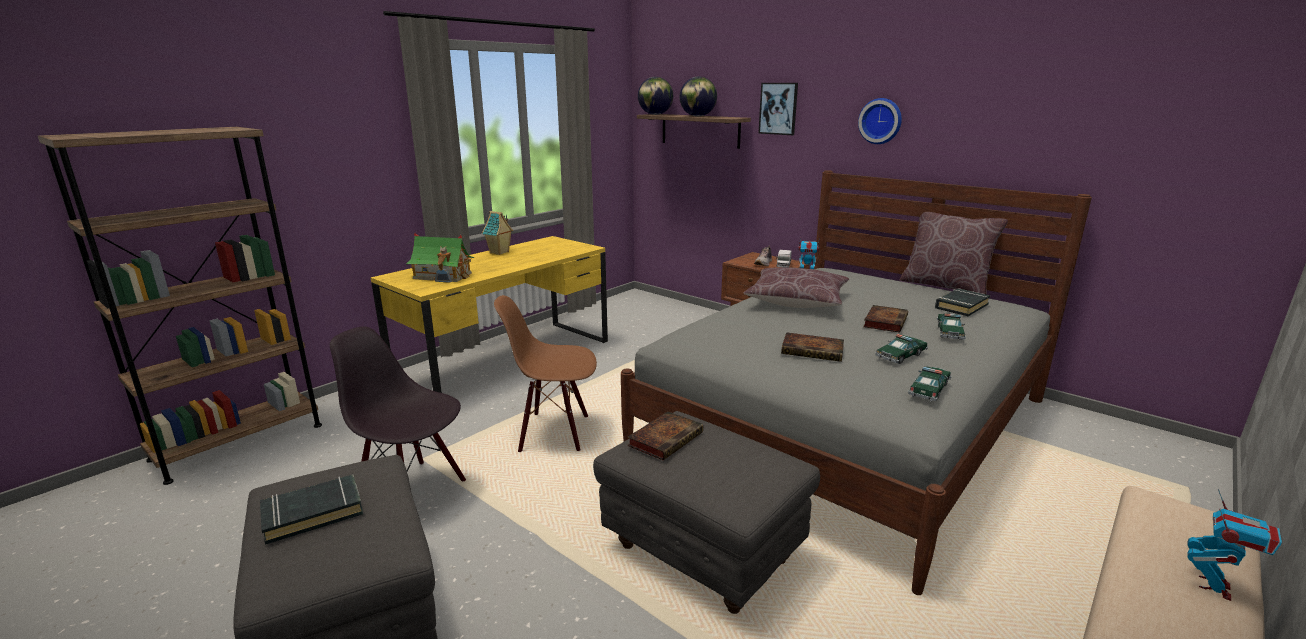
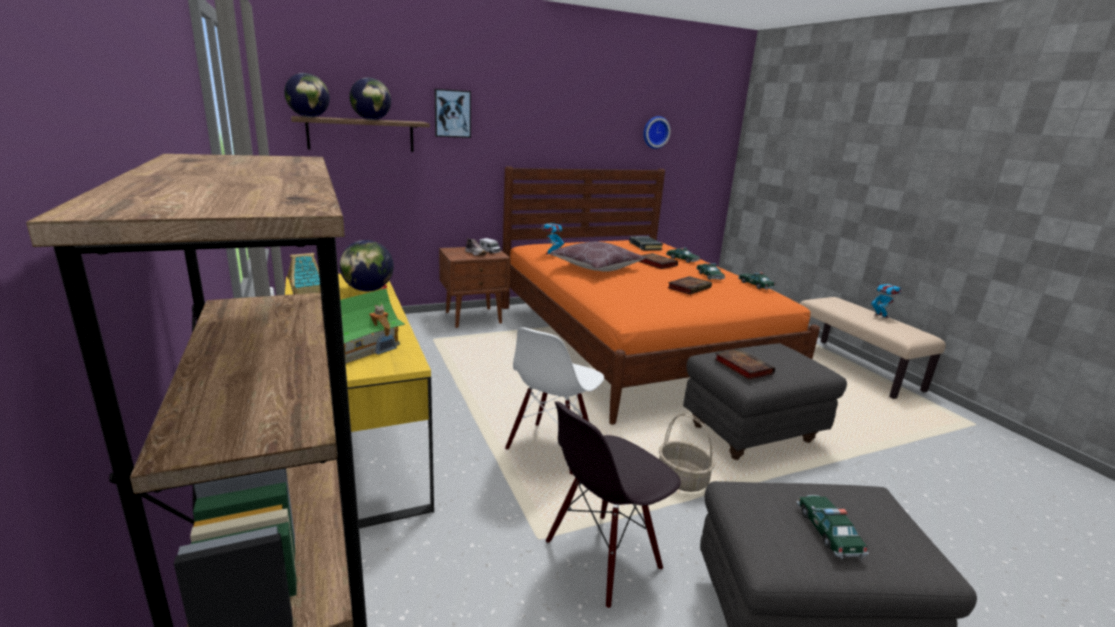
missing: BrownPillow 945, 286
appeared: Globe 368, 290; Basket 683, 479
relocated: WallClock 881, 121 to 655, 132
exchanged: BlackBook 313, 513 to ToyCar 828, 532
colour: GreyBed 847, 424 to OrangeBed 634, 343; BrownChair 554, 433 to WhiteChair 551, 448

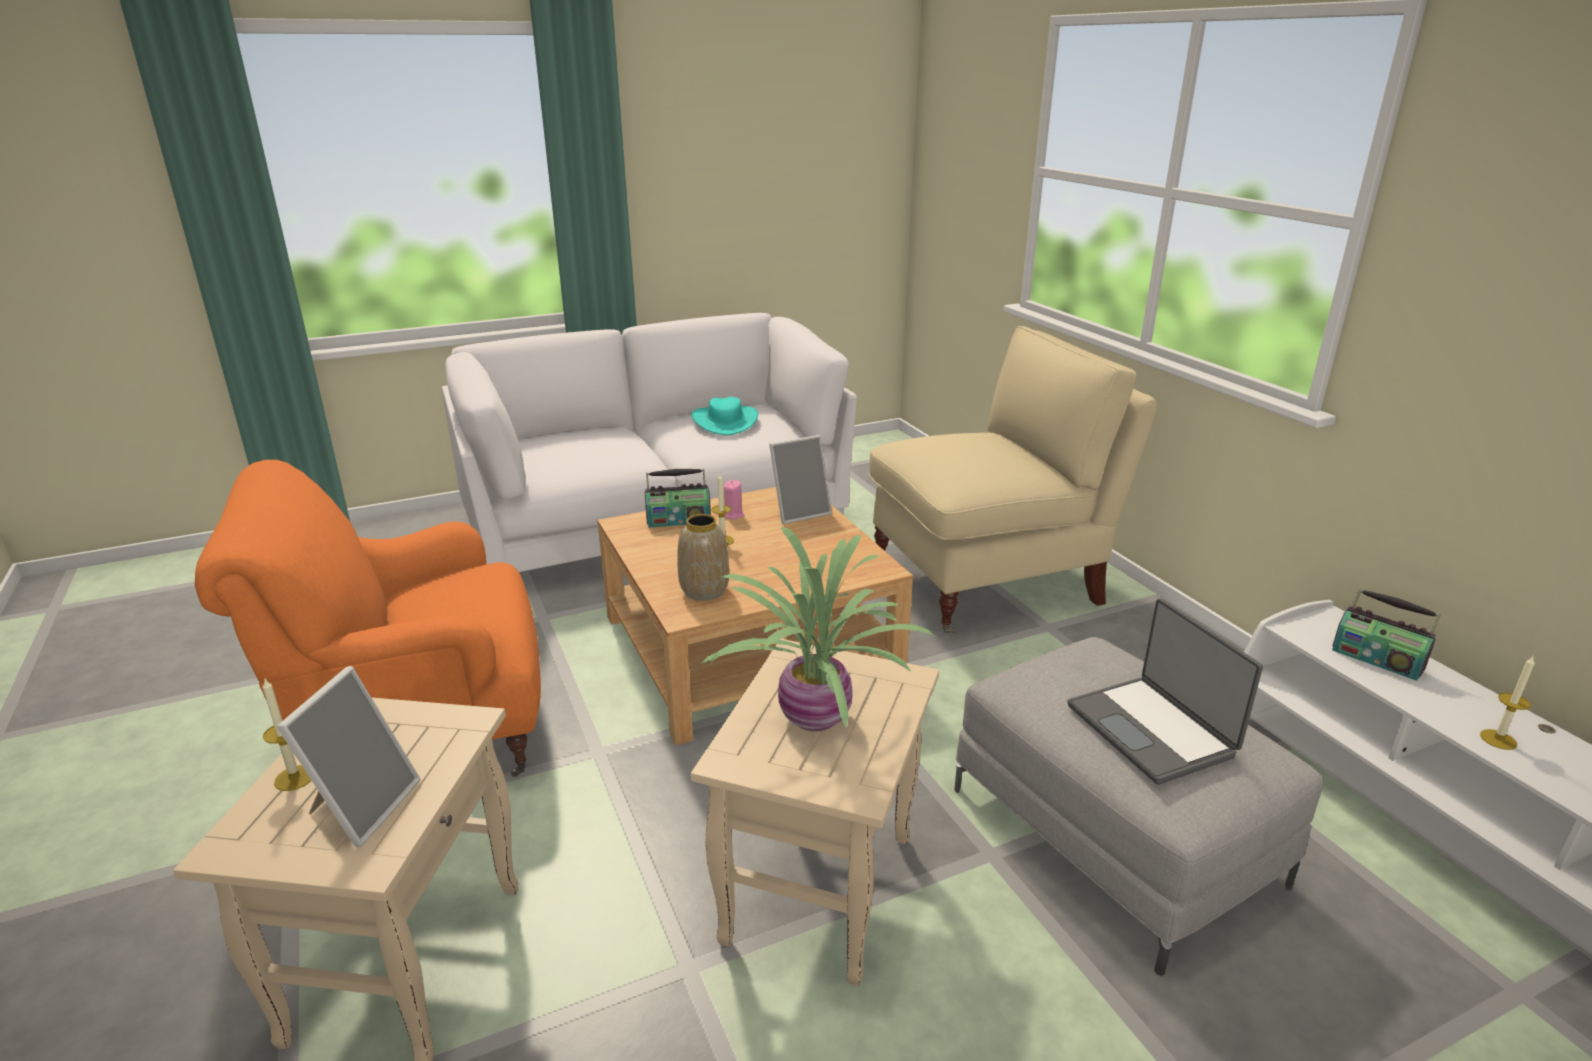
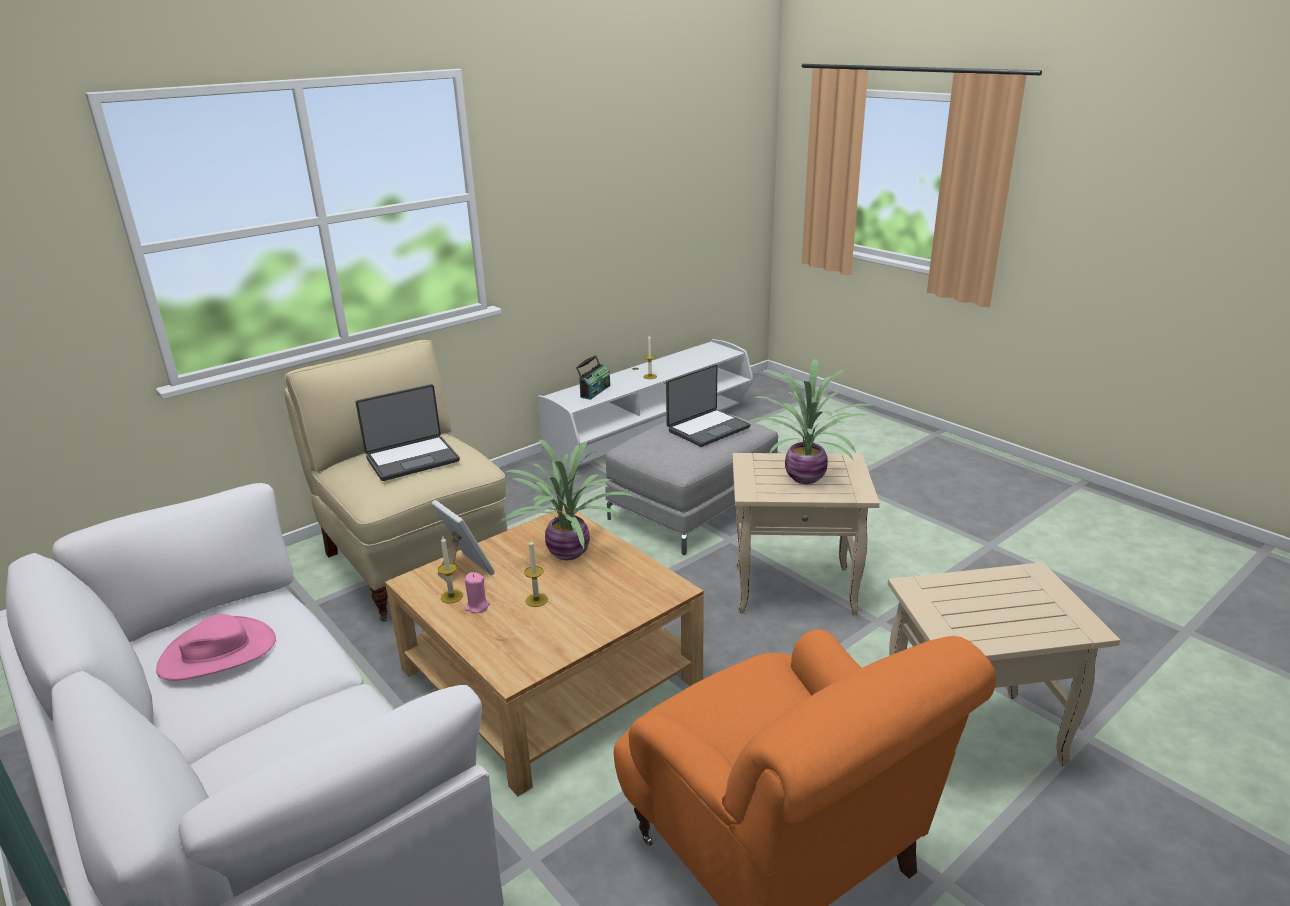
missing: PictureFrame 362, 806; Radio 678, 520; Vase 703, 591
appeared: Laptop 412, 459; PottedPlant 568, 554
relocated: Candle 295, 778 to 451, 596
colour: TurquoiseHat 725, 421 to PinkHat 217, 653

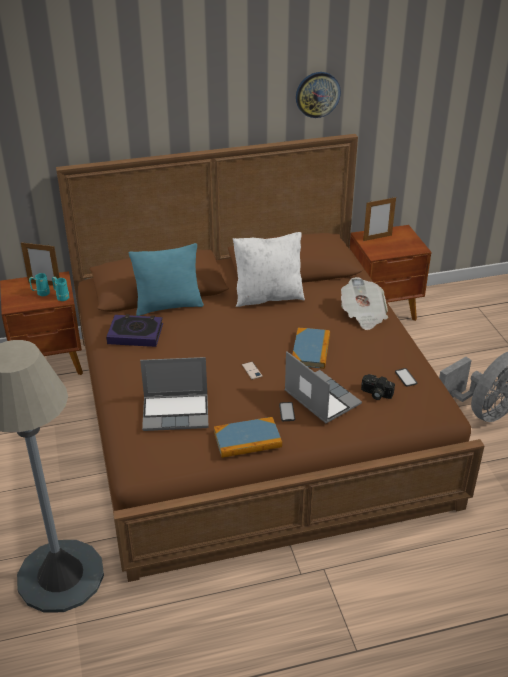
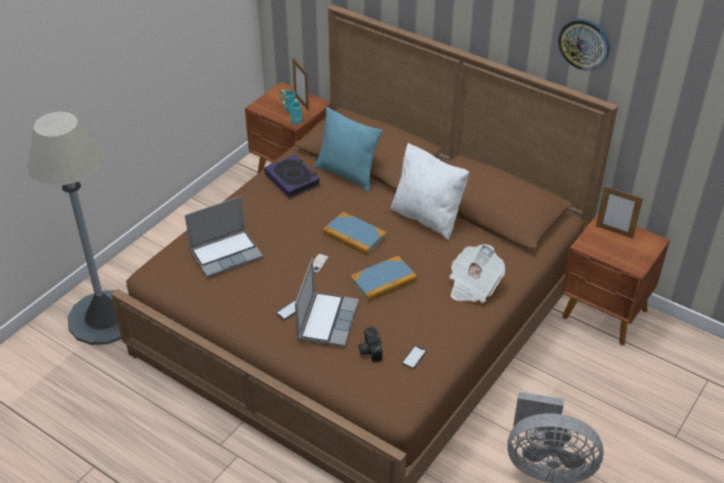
relocated: Book 247, 440 to 354, 236
spun: Laptop 176, 412 = 226, 253 75 degrees counterclockwise

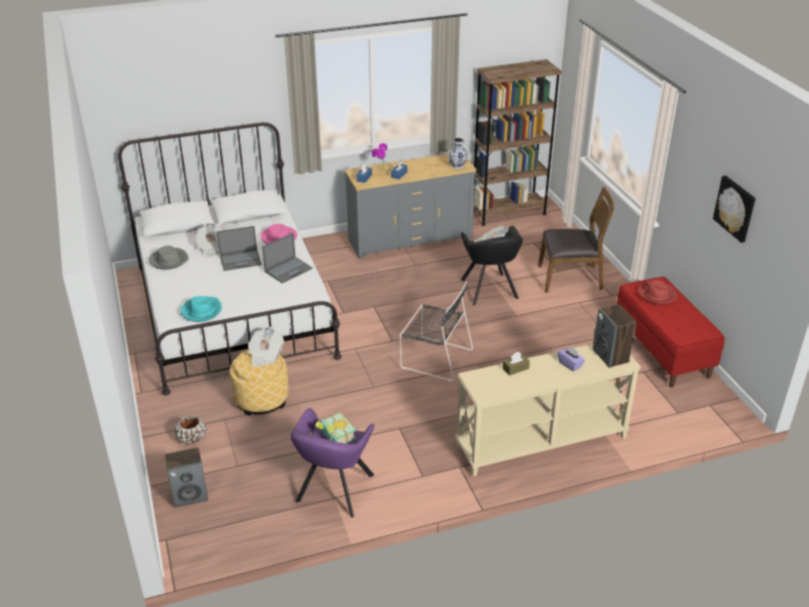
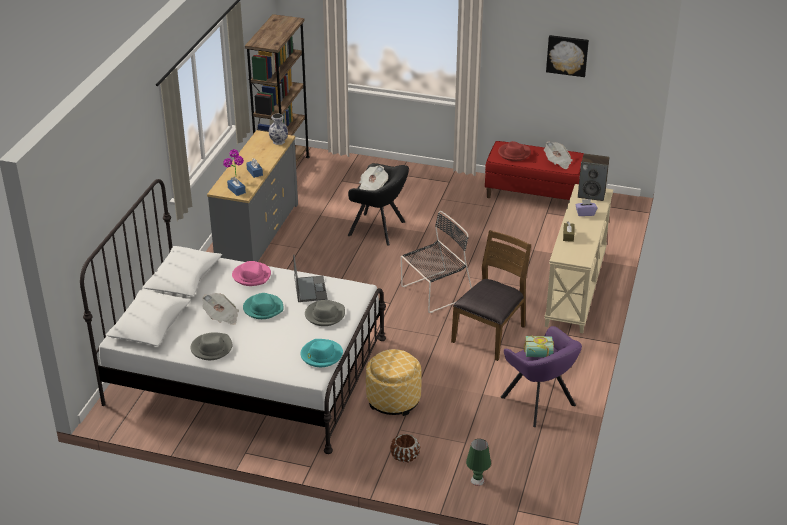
appeared: GreyHat 325, 315
relocated: BrownChair 570, 278 to 490, 334; Newspaper 265, 355 to 557, 162
exchanged: Laptop 241, 260 to TurquoiseHat 263, 308; Speaker 190, 495 to GreenTableLamp 477, 480

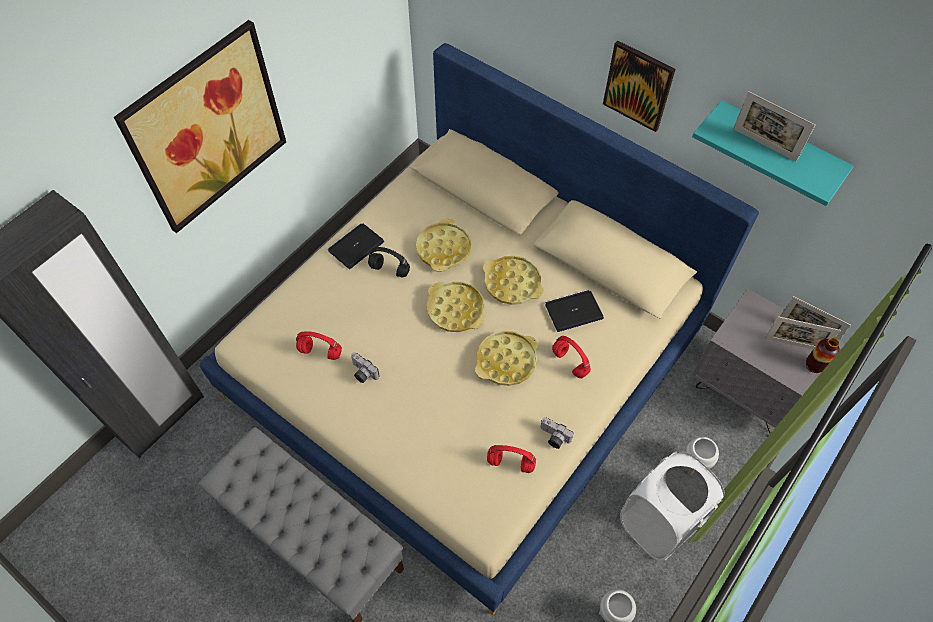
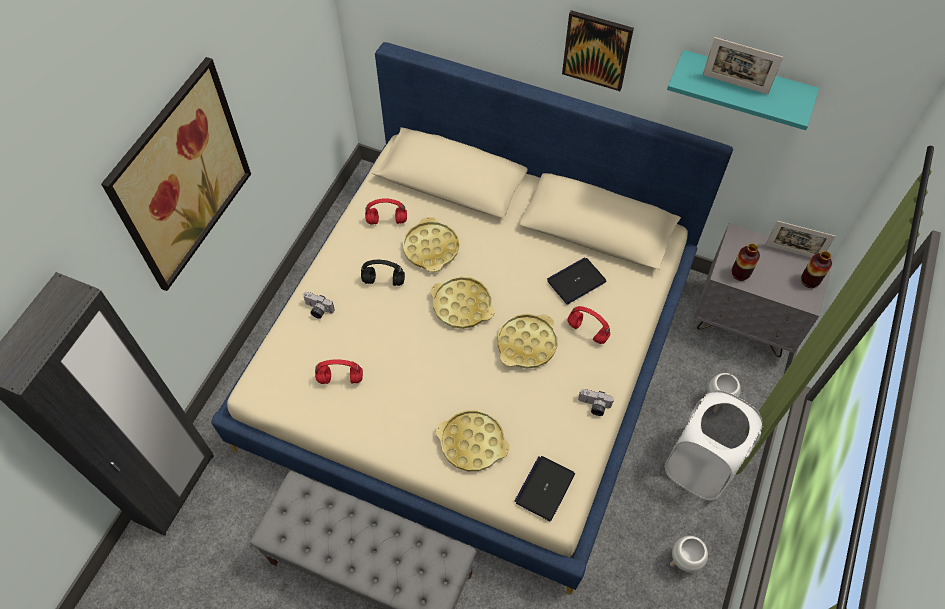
missing: PictureFrame 793, 344
appeared: Vase 740, 274
relocated: PhotoCamera 362, 373 to 317, 310; RedHeadphones 511, 463 to 387, 220; YellowTray 512, 283 to 472, 443; Laptop 356, 246 to 545, 488

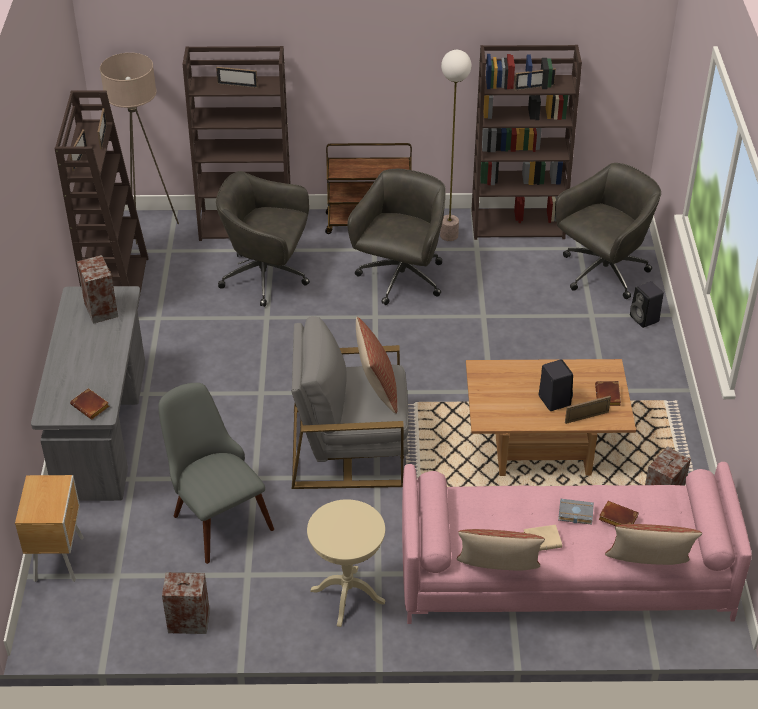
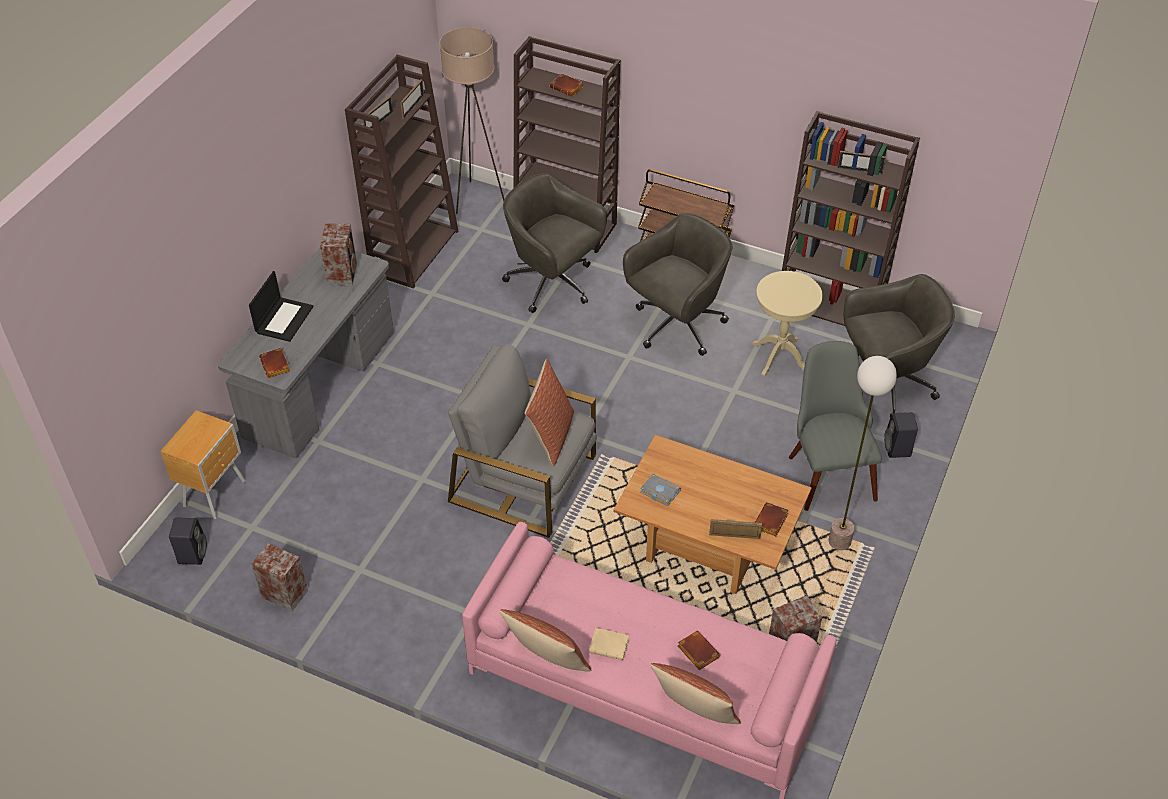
appeared: Laptop 284, 319
relocated: BlackSpeaker 553, 400 to 192, 553; GreyBook 574, 514 to 658, 492; BeigeSideTable 347, 596 to 780, 356; GreyChair 215, 515 to 827, 468; FloorLamp 449, 235 to 840, 542
exchanged: PictureFrame 237, 85 to BrownBook 568, 87

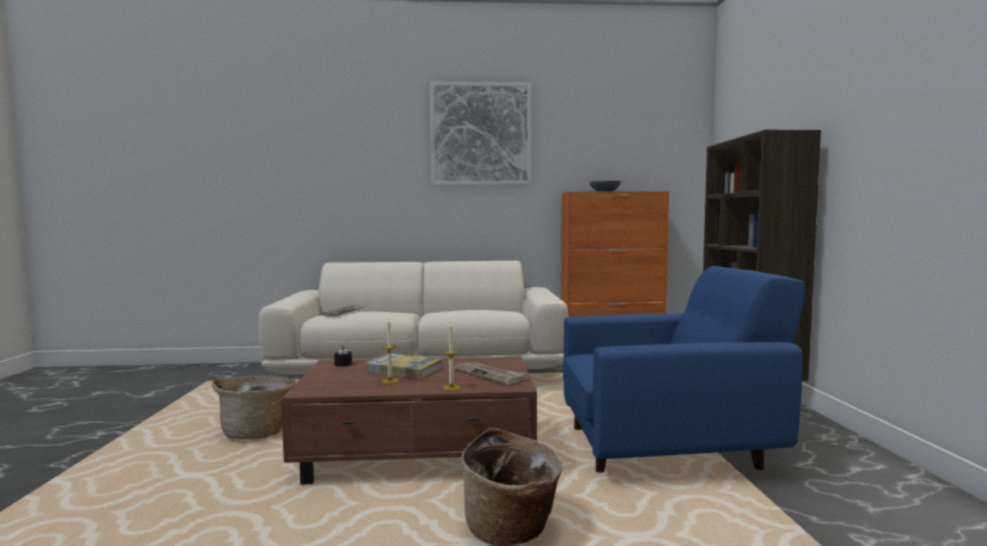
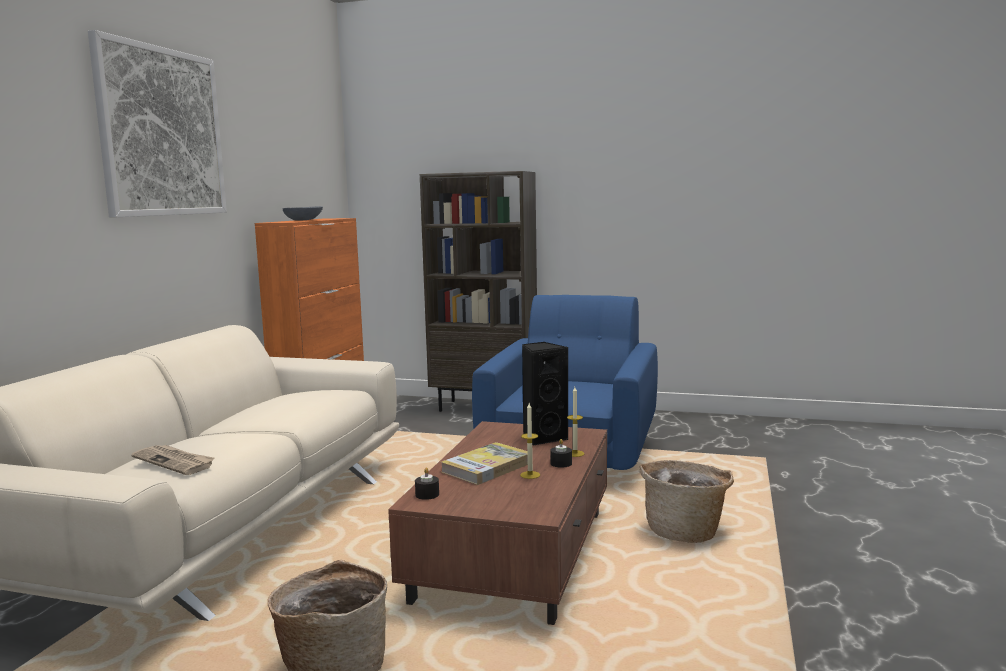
appeared: BlackCandle 561, 463
exchanged: Newspaper 489, 375 to BlackSpeaker 543, 437

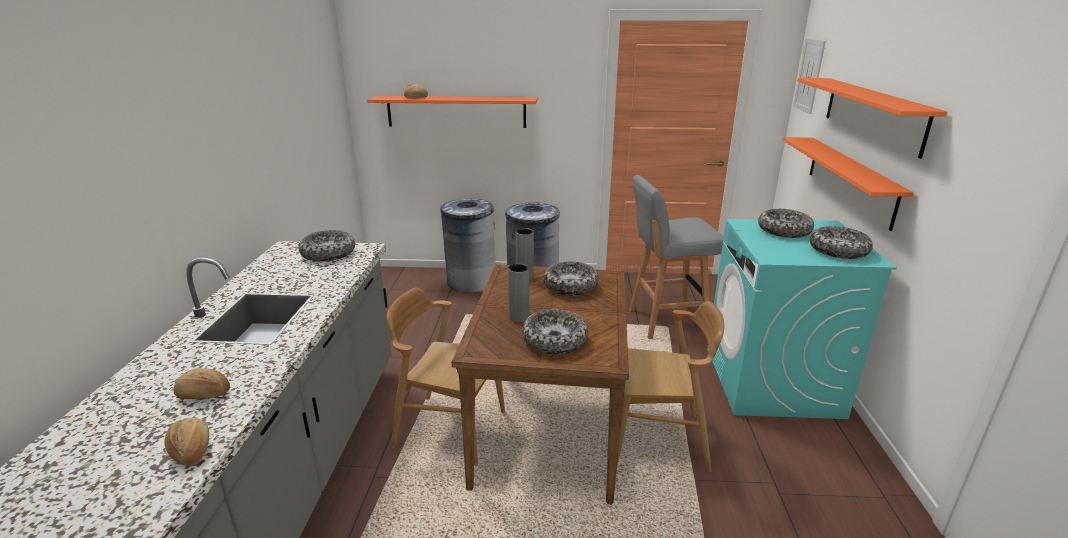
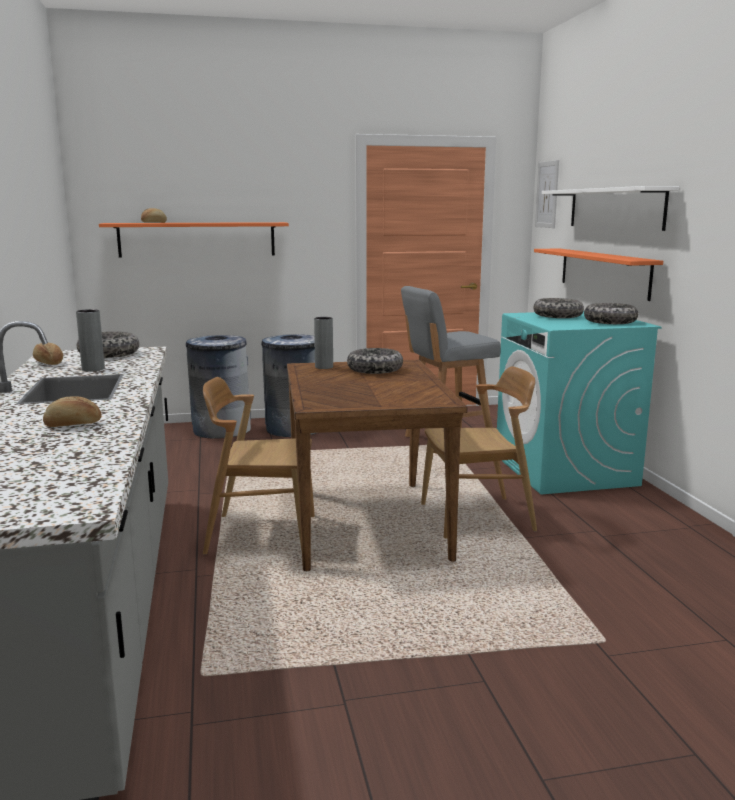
missing: Bowl 554, 340
relocated: Bread 191, 451 to 48, 363; GreyVase 519, 317 to 93, 369
colour: OrangeShelf 872, 113 to WhiteShelf 615, 208

